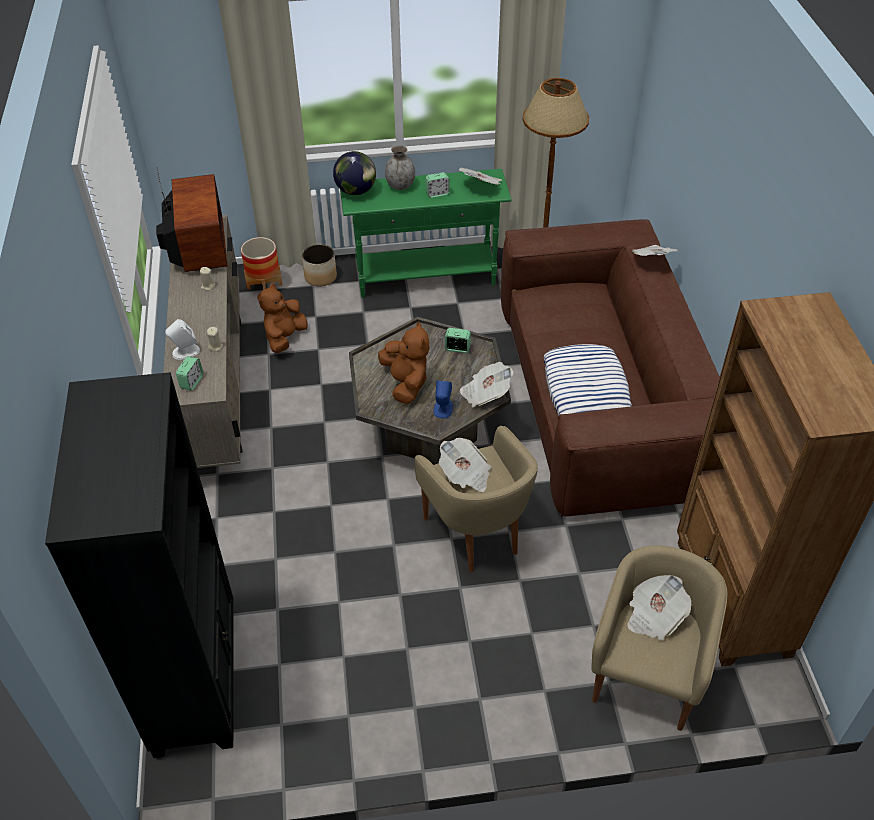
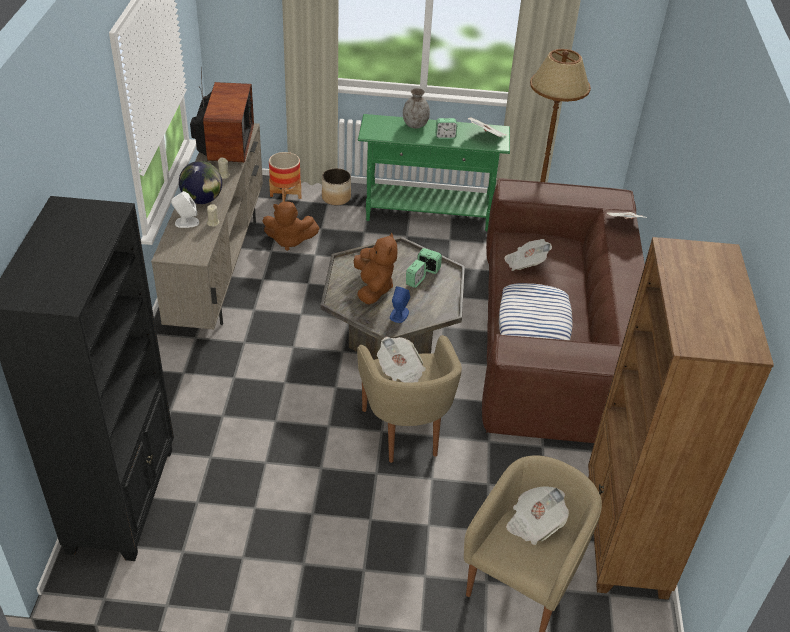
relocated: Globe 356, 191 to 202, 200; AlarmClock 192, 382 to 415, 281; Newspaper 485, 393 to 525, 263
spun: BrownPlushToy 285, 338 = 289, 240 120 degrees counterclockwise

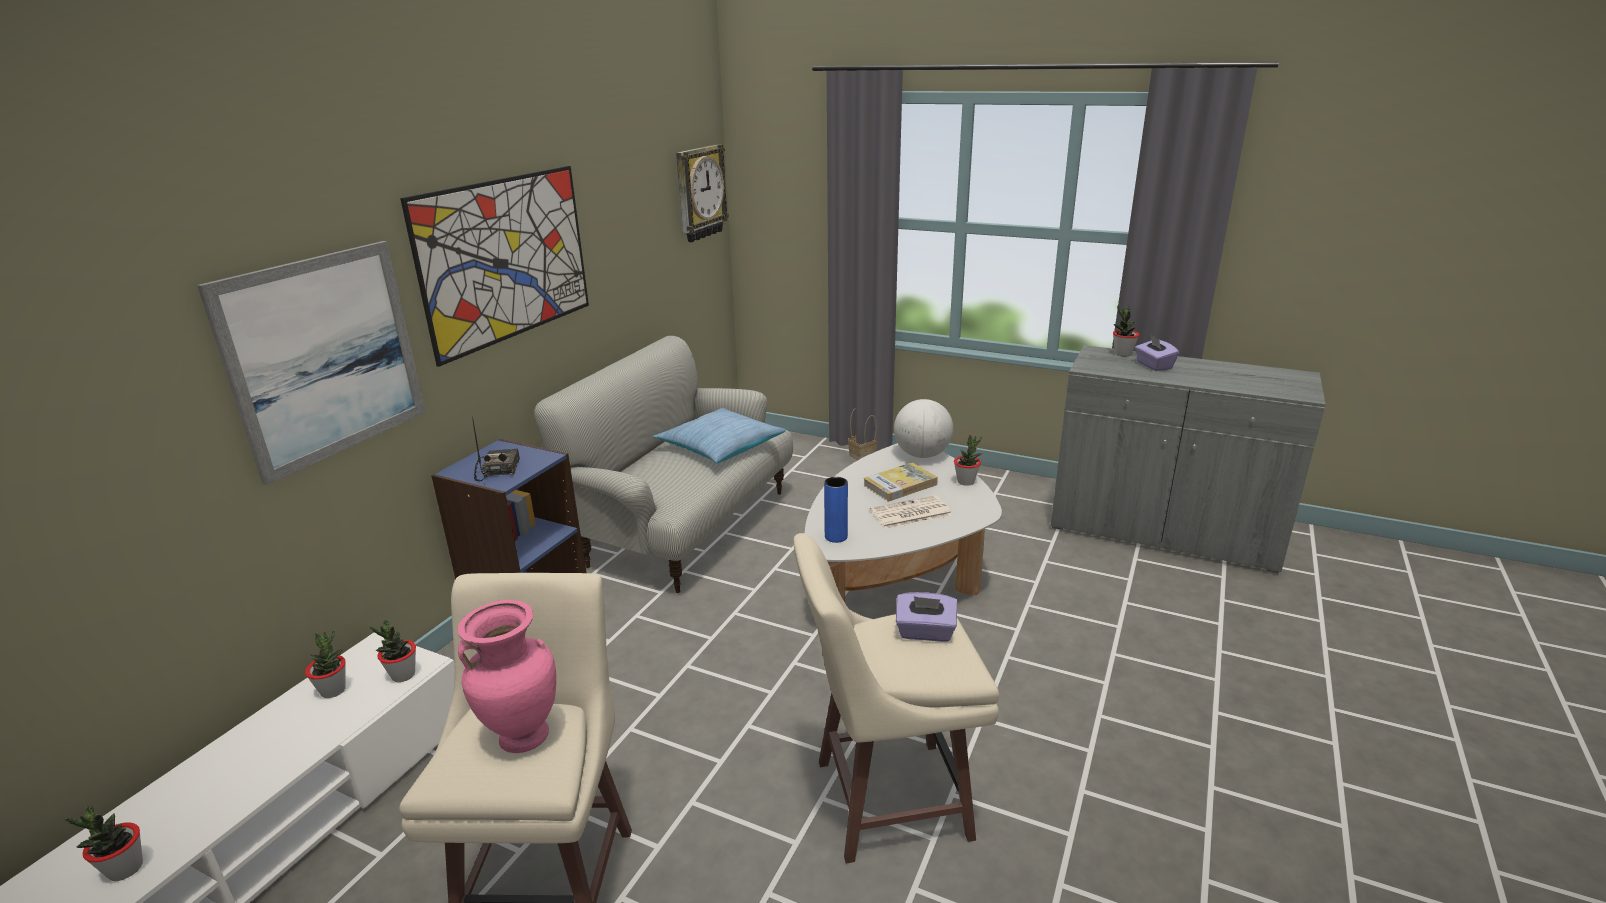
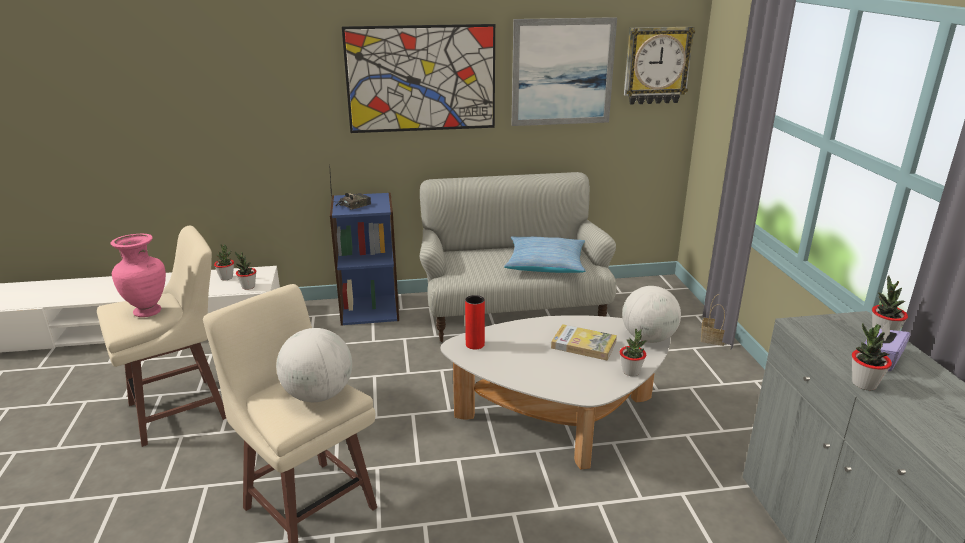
missing: Newspaper 910, 513
relocated: Picture 325, 357 to 562, 72; PottedPlant 125, 869 to 864, 384
exchanged: PurpleTissueBox 925, 632 to Globe 318, 395
colour: BlueVase 836, 537 to RedVase 475, 344

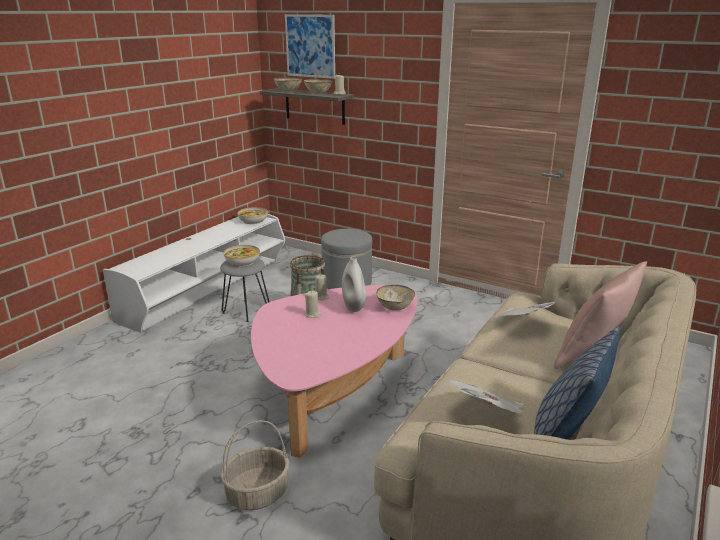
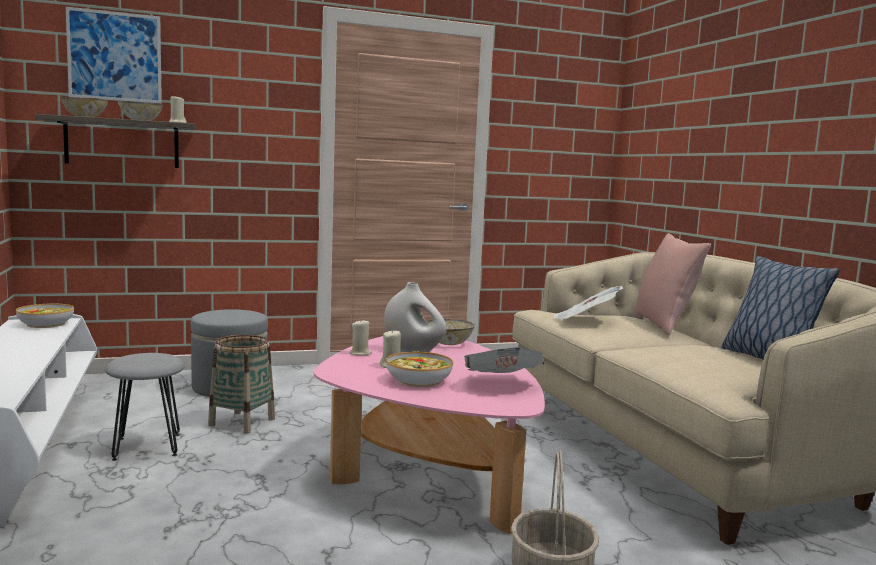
relocated: Bowl 242, 261 to 419, 380; Newspaper 488, 414 to 502, 384

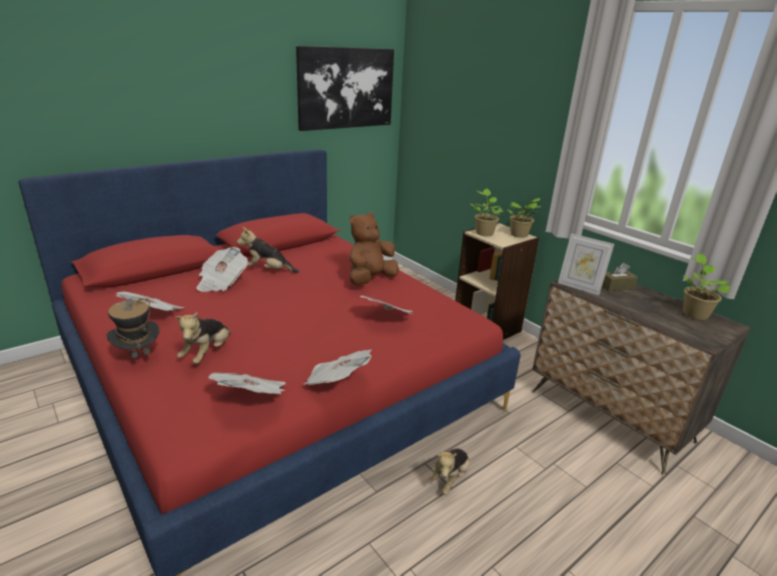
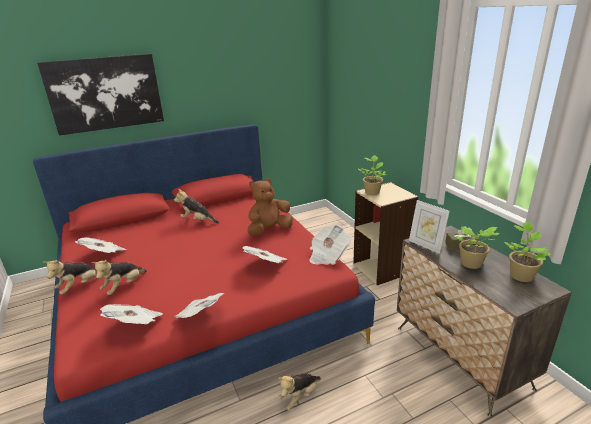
relocated: Picture 346, 88 to 105, 93; Newspaper 221, 282 to 328, 255; PottedPlant 519, 235 to 471, 264
exchanged: Hat 138, 357 to PlushToy 80, 286

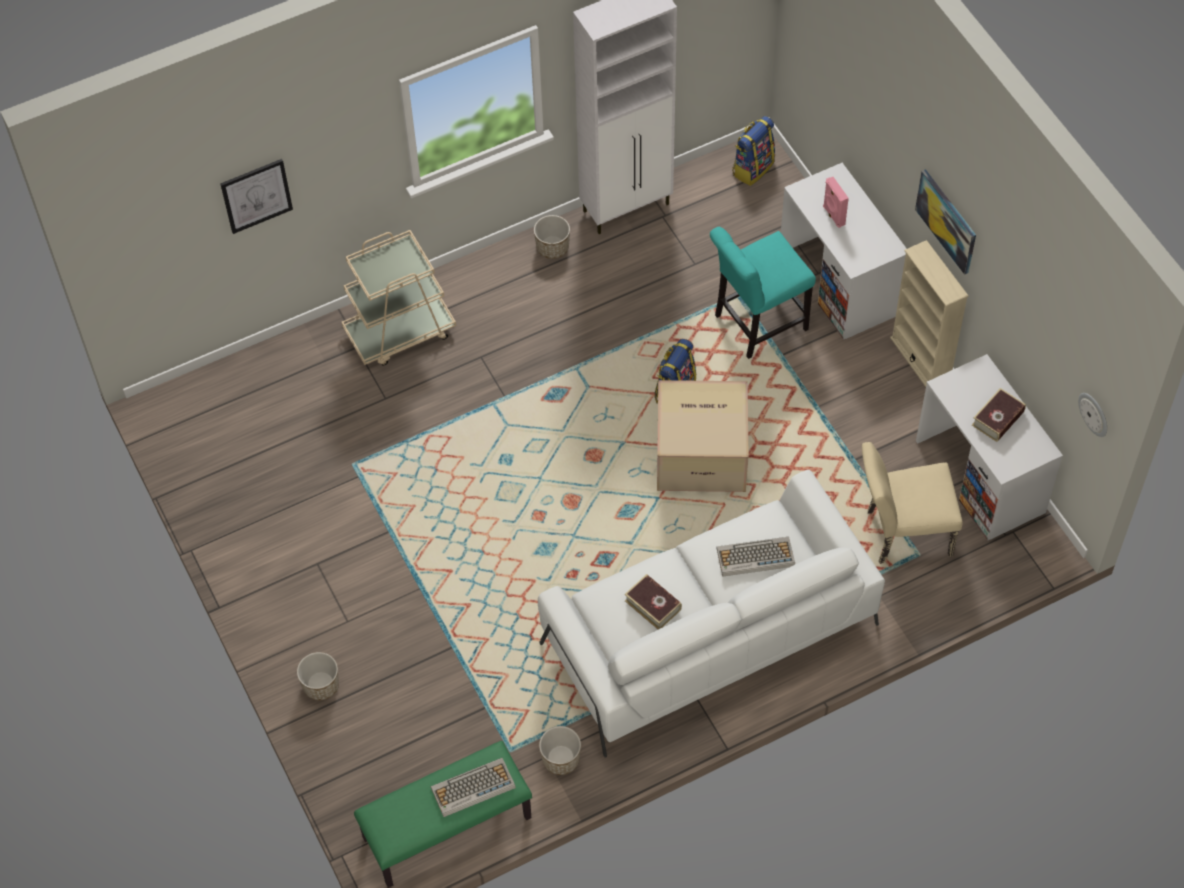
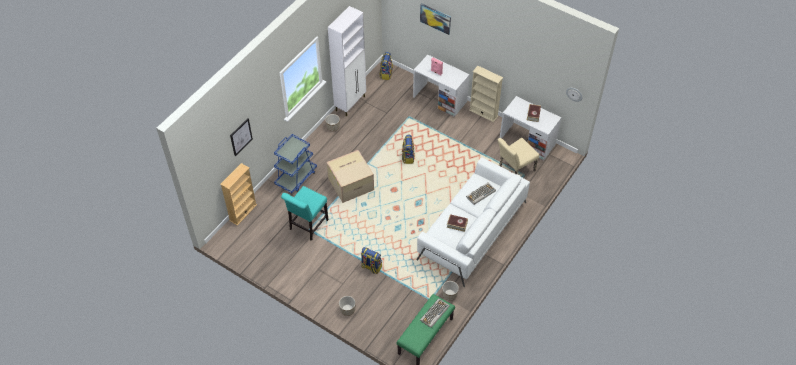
appeared: BeigeBookcase 243, 212; Backpack 371, 267
relocated: TurquoiseChair 756, 324 to 307, 226; CardboardBox 702, 453 to 351, 183; Picture 947, 221 to 435, 18
colour: BeigeCart 400, 332 to BlueCart 296, 177

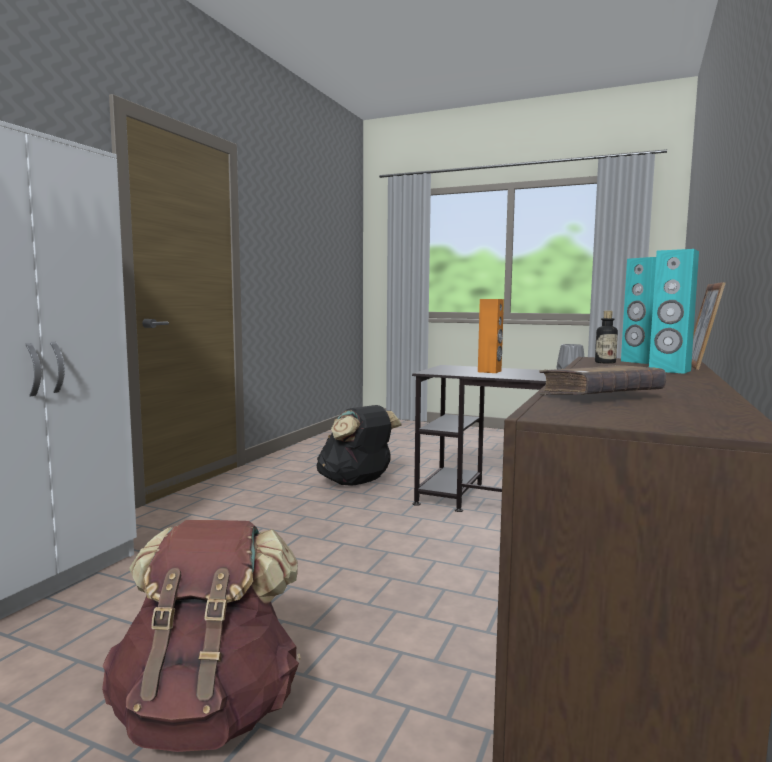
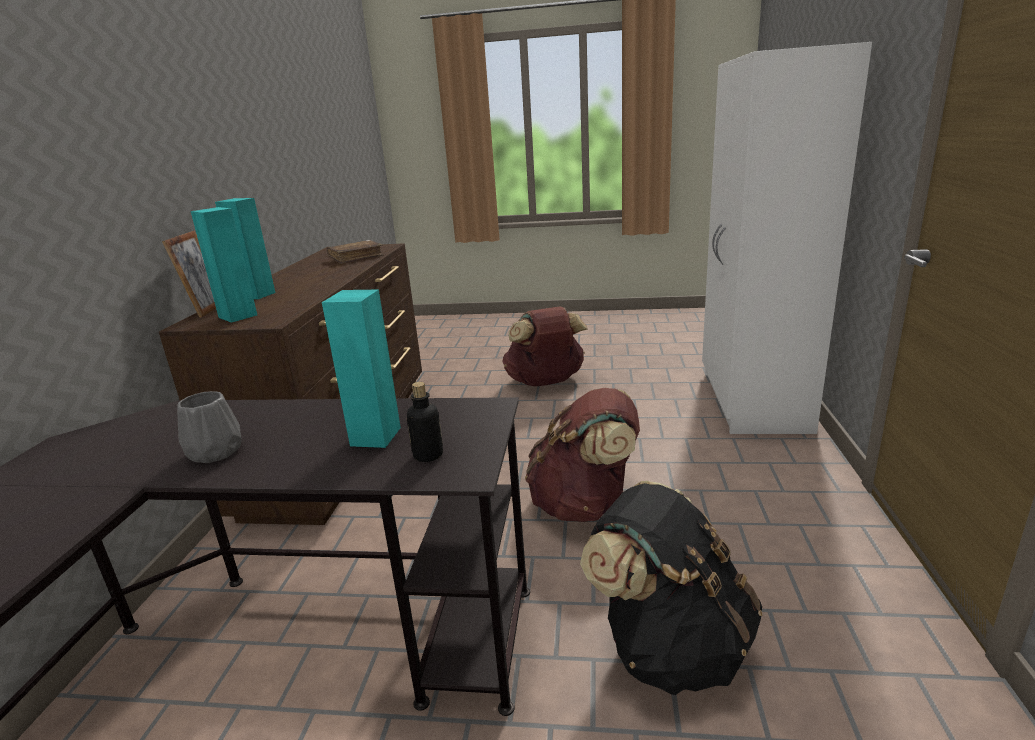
appeared: BrownBackpack 585, 504
relocated: Bottle 605, 362 to 428, 455
colour: OrangeSpeaker 490, 371 to TurquoiseSpeaker 375, 436

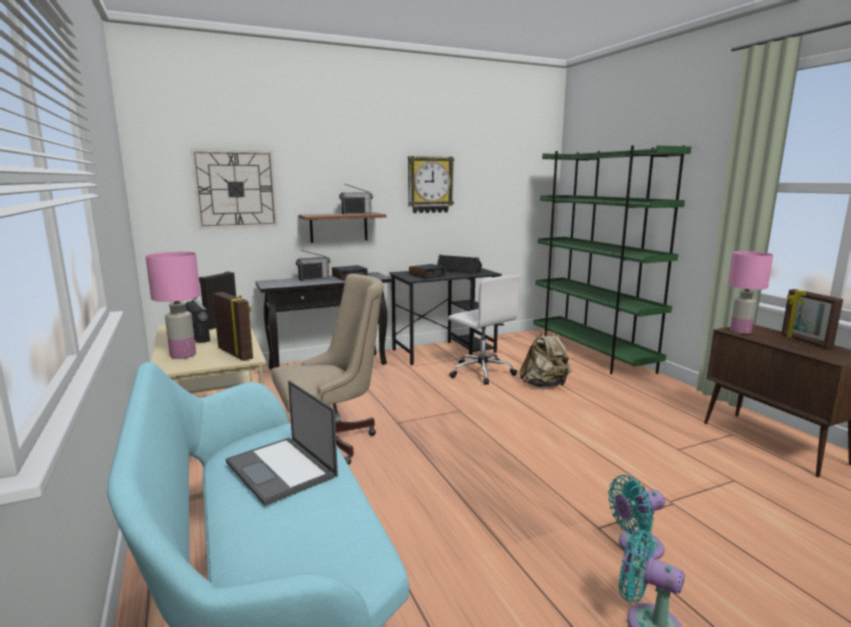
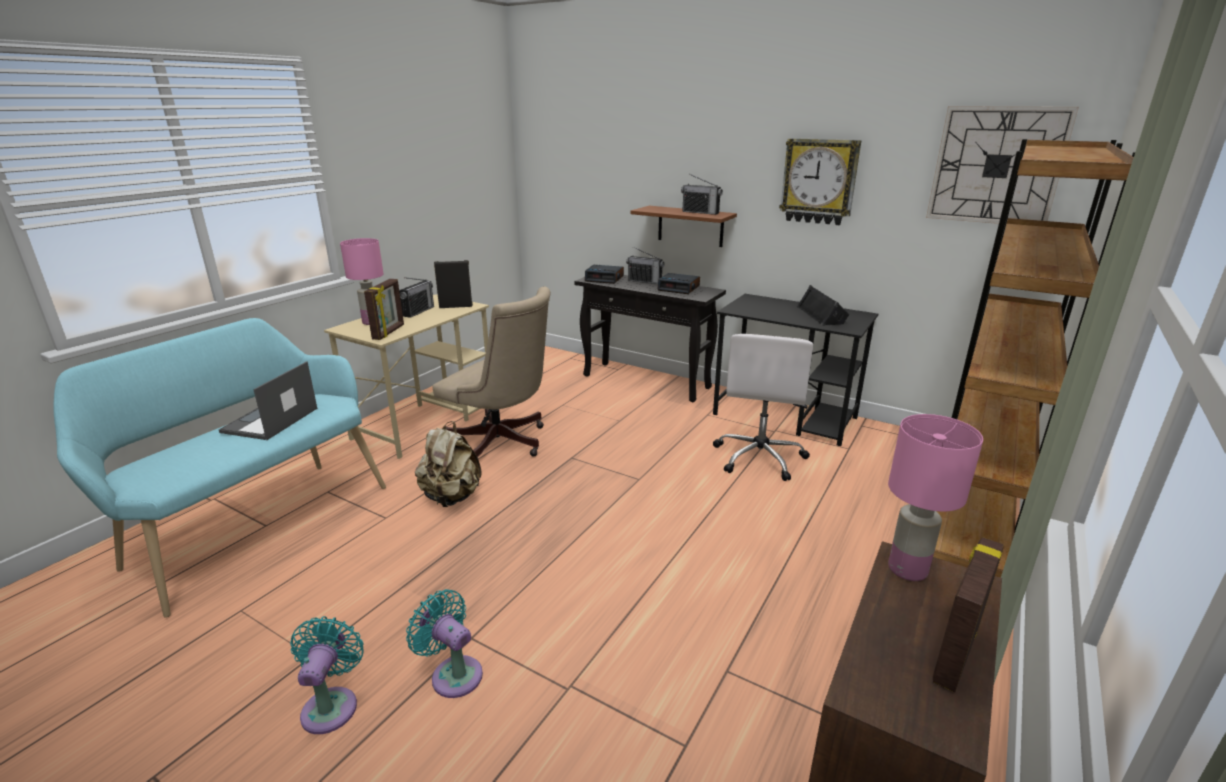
relocated: BeigeBackpack 544, 385 to 451, 497; AlarmClock 427, 275 to 605, 278; WallClock 235, 189 to 996, 166
colour: GreenBookcase 591, 354 to BrownBookcase 971, 517

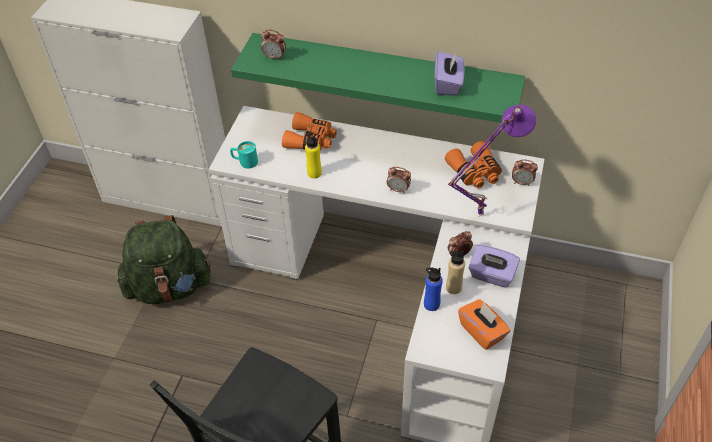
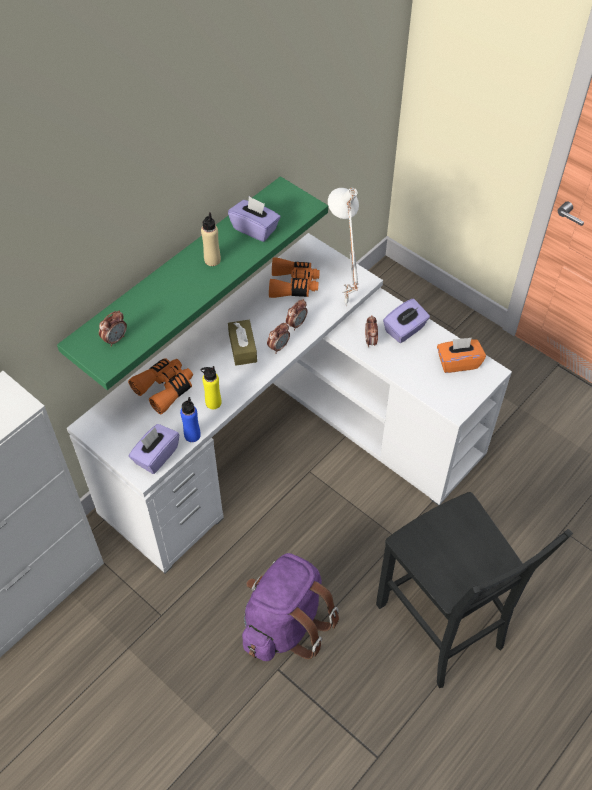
missing: GreenBackpack 169, 287
appeared: BrownTissueBox 242, 348; PurpleBackpack 285, 623
relocated: BlueBottle 431, 304 to 192, 435; BeigeBottle 453, 287 to 212, 260; AlarmClock 522, 182 to 296, 324
exchanged: TurquoiseMug 244, 162 to PurpleTissueBox 156, 456
colour: PurpleTableLamp 479, 213 to WhiteTableLamp 343, 304

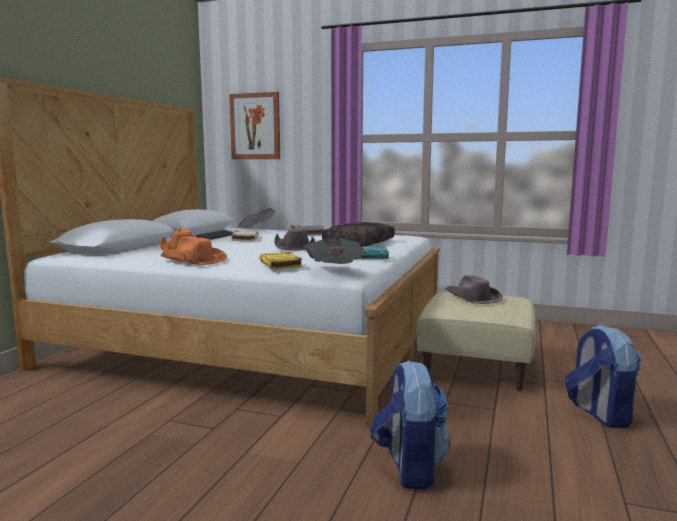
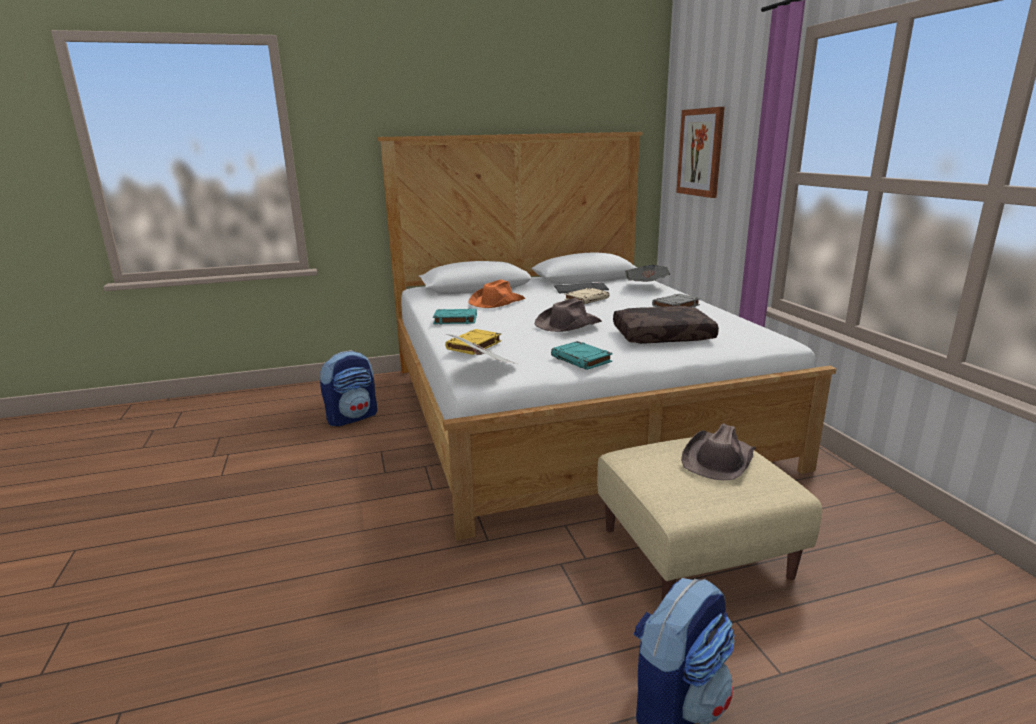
relocated: Backpack 409, 468 to 352, 417
exchanged: OrangeHat 194, 261 to TurquoiseBook 455, 320

